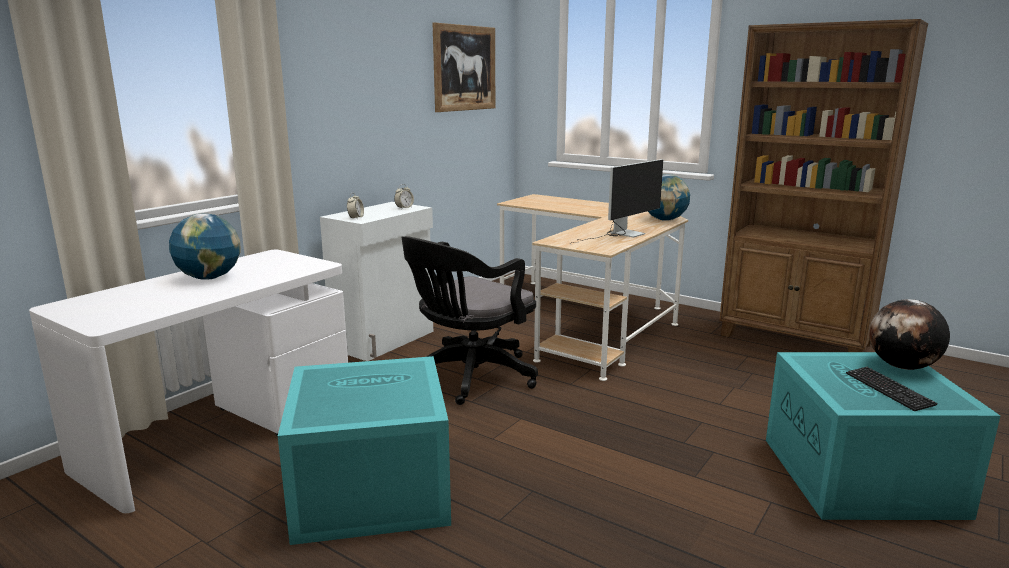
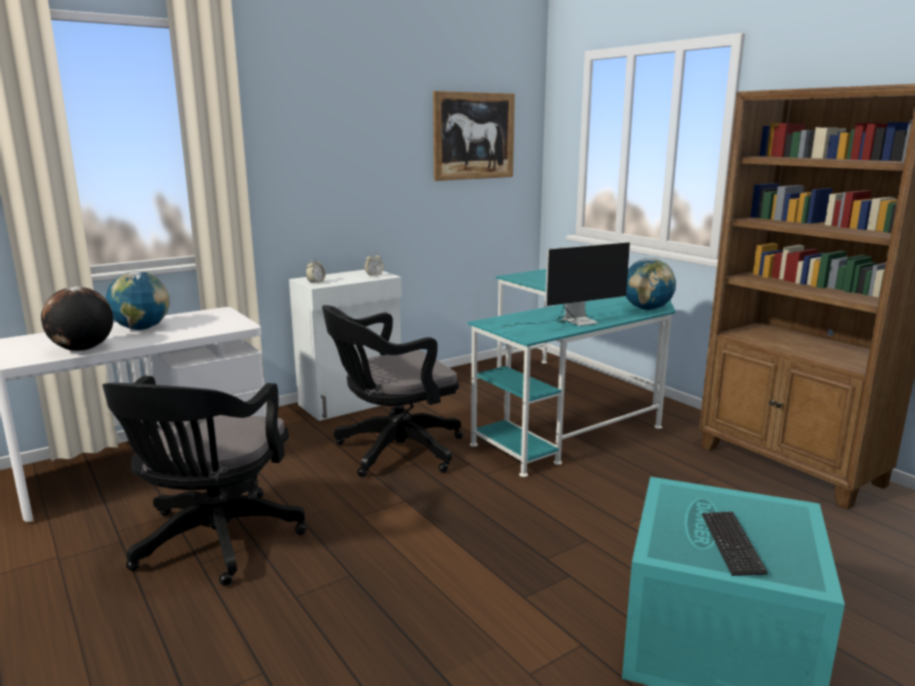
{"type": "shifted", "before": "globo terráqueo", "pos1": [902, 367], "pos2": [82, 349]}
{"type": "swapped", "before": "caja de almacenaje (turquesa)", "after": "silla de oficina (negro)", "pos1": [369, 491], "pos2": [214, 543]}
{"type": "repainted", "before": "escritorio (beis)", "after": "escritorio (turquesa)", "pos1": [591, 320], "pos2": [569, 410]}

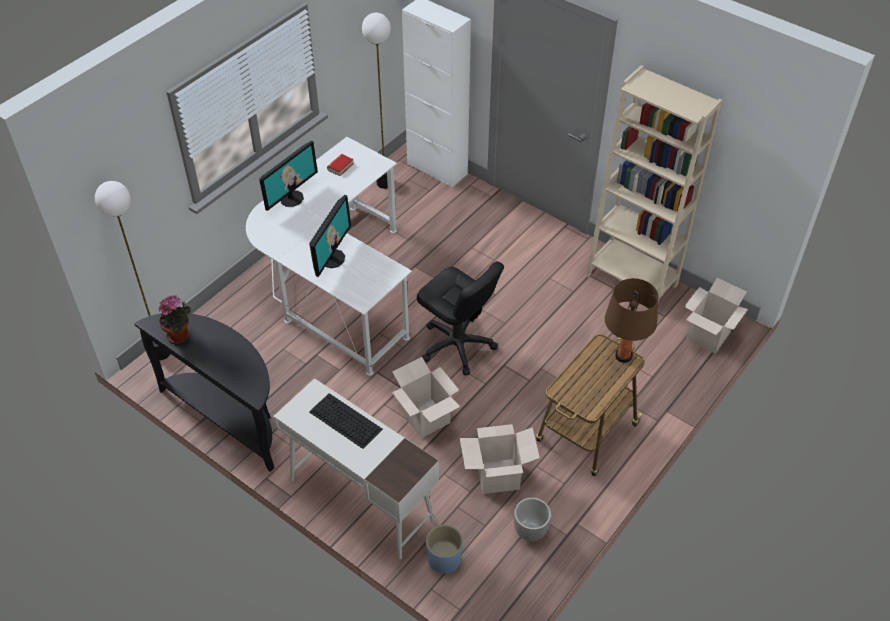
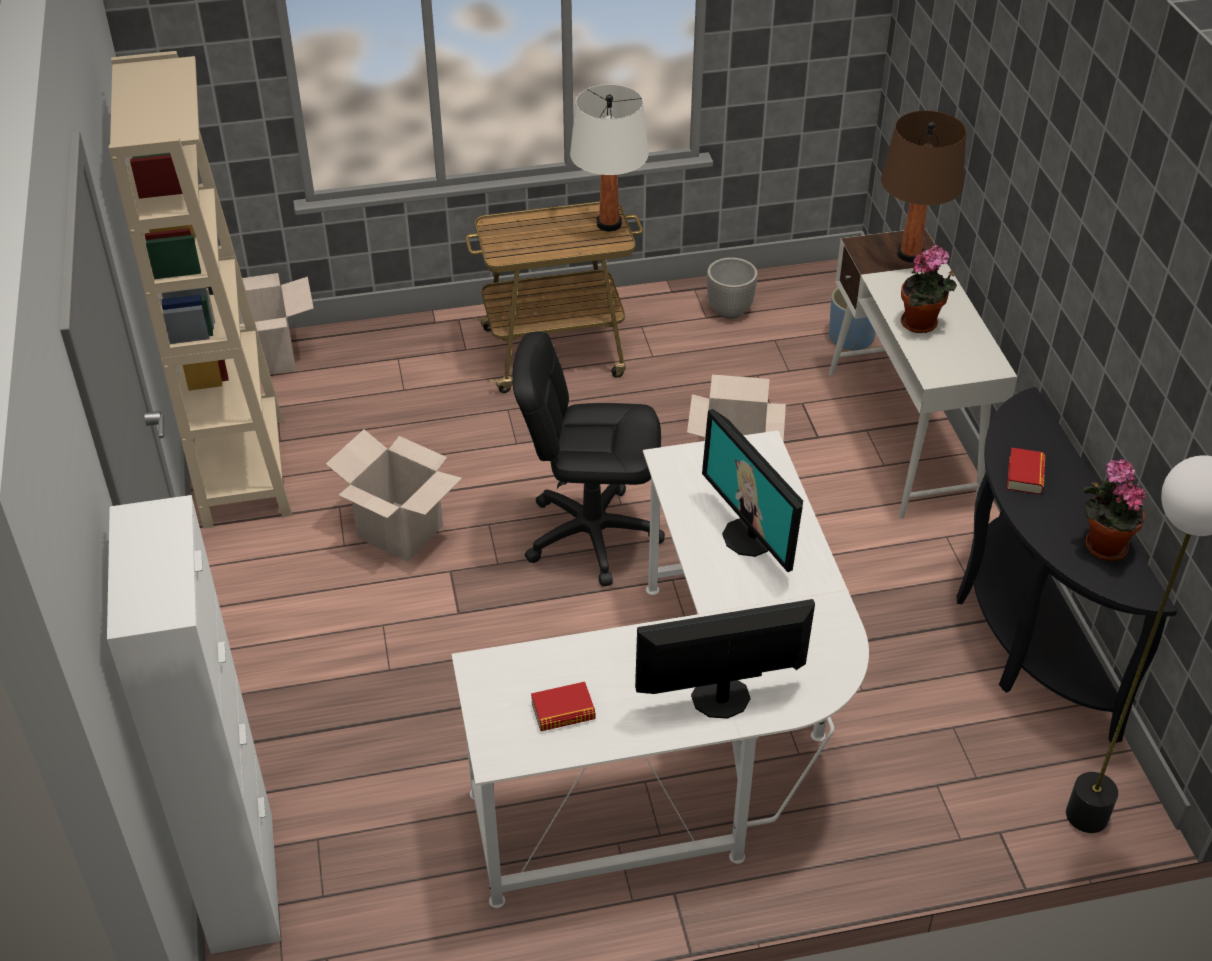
{"type": "shifted", "before": "caja de cartón", "pos1": [497, 476], "pos2": [400, 532]}
{"type": "rotated", "before": "silla de oficina (negro)", "pos1": [457, 345], "pos2": [591, 535], "turn": -75}
{"type": "new", "after": "lámpara de mesa (blanco)", "pos2": [609, 224]}
{"type": "rotated", "before": "monitor", "pos1": [332, 258], "pos2": [749, 537], "turn": -90}
{"type": "shifted", "before": "lámpara de mesa (marrón)", "pos1": [623, 356], "pos2": [910, 254]}
{"type": "swapped", "before": "teclado", "after": "planta en maceta", "pos1": [344, 420], "pos2": [922, 325]}
{"type": "new", "after": "libro", "pos2": [1025, 475]}
{"type": "gone", "before": "lámpara de pie", "pos1": [384, 183]}

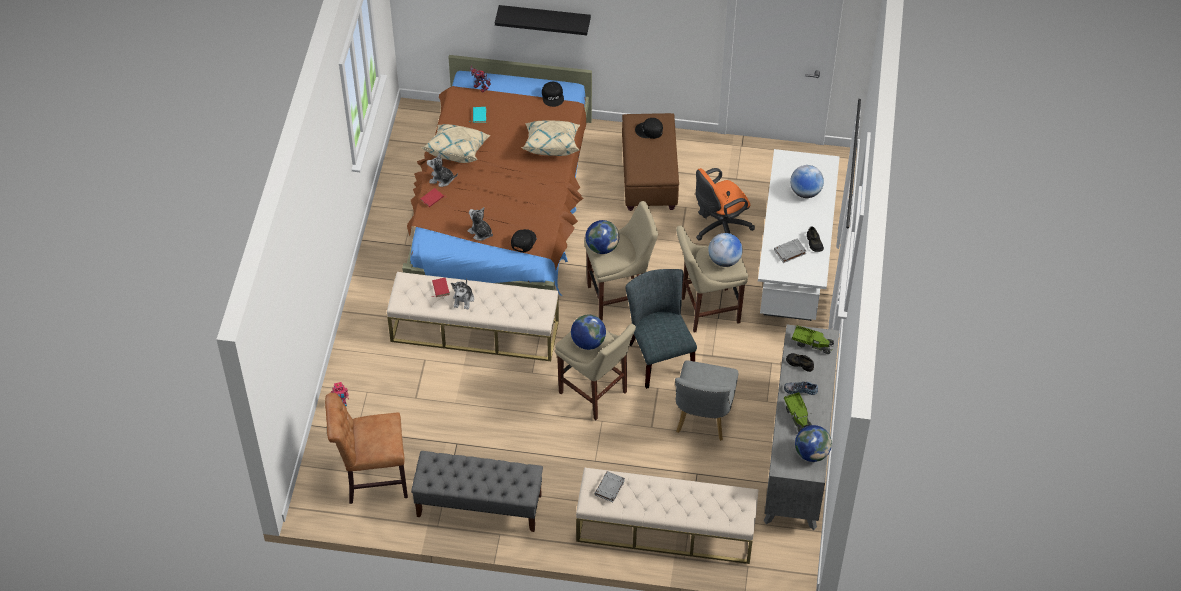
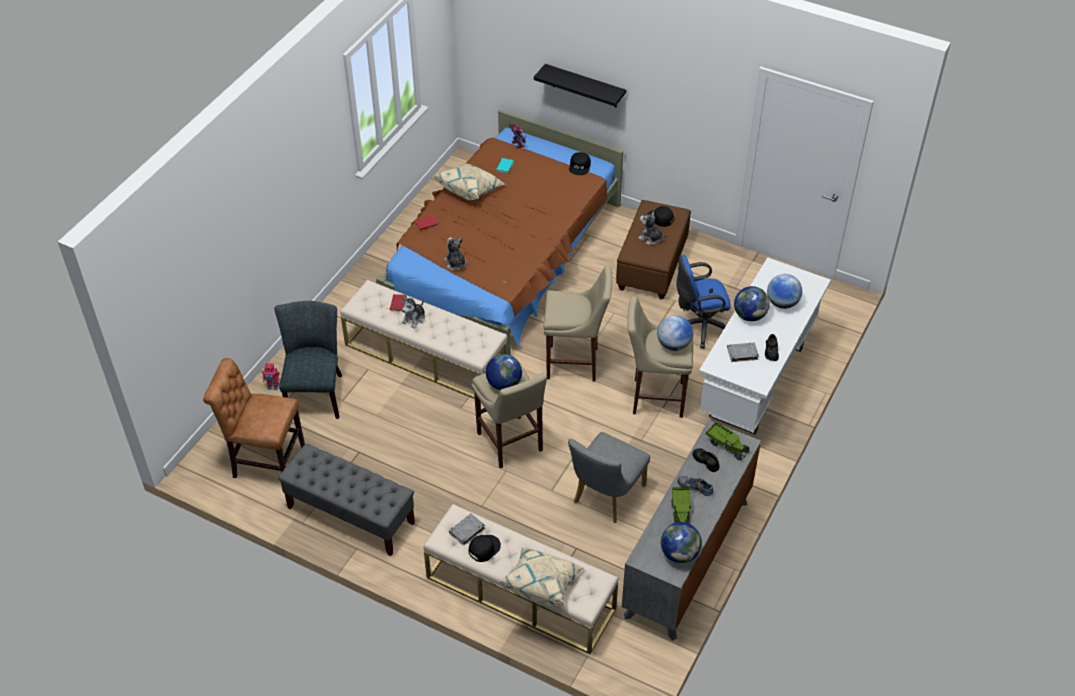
{"type": "shifted", "before": "silla (gris)", "pos1": [658, 355], "pos2": [315, 392]}
{"type": "shifted", "before": "gorra (negro)", "pos1": [523, 241], "pos2": [484, 548]}
{"type": "shifted", "before": "cojín (beis)", "pos1": [551, 144], "pos2": [542, 583]}
{"type": "shifted", "before": "peluche", "pos1": [441, 179], "pos2": [650, 238]}
{"type": "repainted", "before": "silla de oficina (naranja)", "after": "silla de oficina (azul)", "pos1": [719, 228], "pos2": [699, 327]}
{"type": "shifted", "before": "globo terráqueo", "pos1": [602, 247], "pos2": [749, 315]}

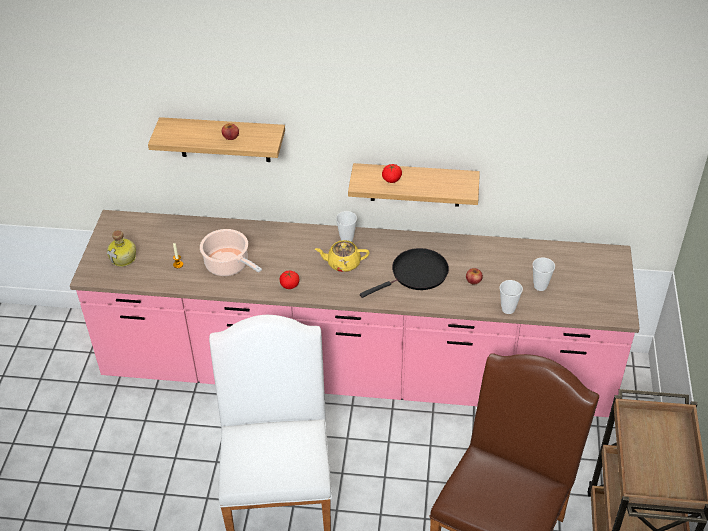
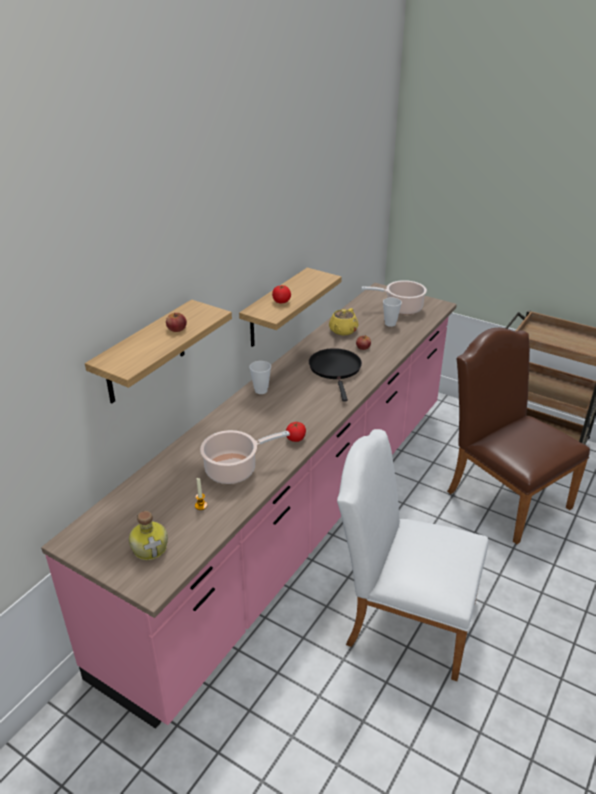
{"type": "shifted", "before": "tetera (amarillo)", "pos1": [343, 263], "pos2": [342, 331]}
{"type": "new", "after": "olla", "pos2": [401, 308]}
{"type": "gone", "before": "taza", "pos1": [508, 309]}

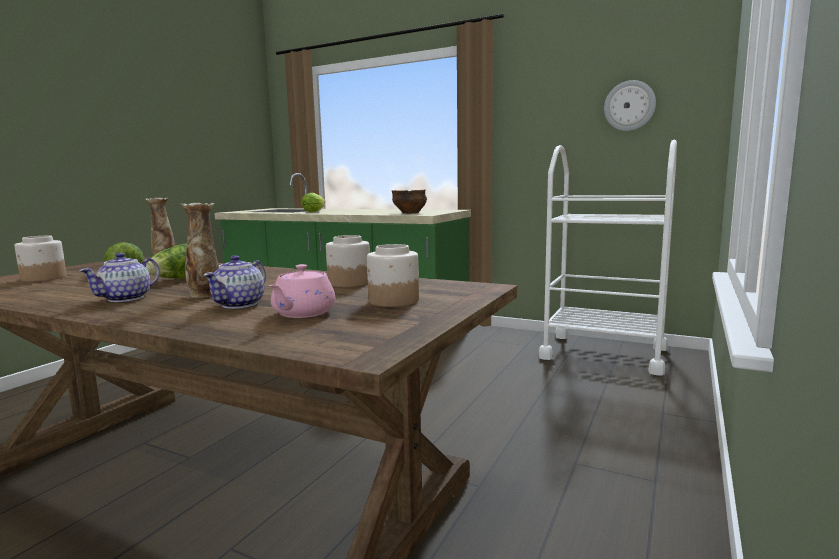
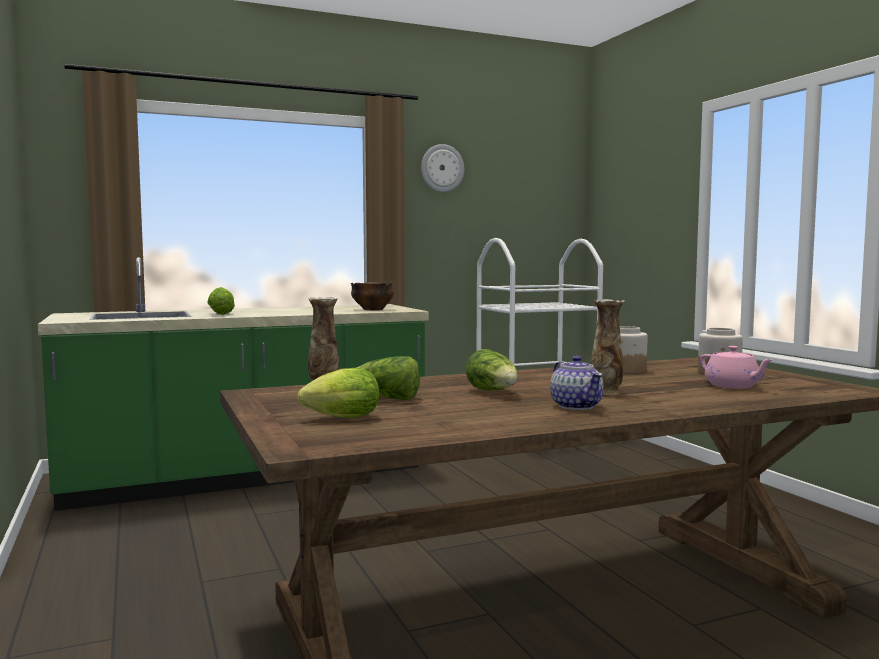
{"type": "swapped", "before": "tarro", "after": "lechuga", "pos1": [43, 278], "pos2": [338, 418]}
{"type": "shifted", "before": "reloj de pared", "pos1": [629, 106], "pos2": [442, 168]}
{"type": "gone", "before": "tetera", "pos1": [240, 304]}

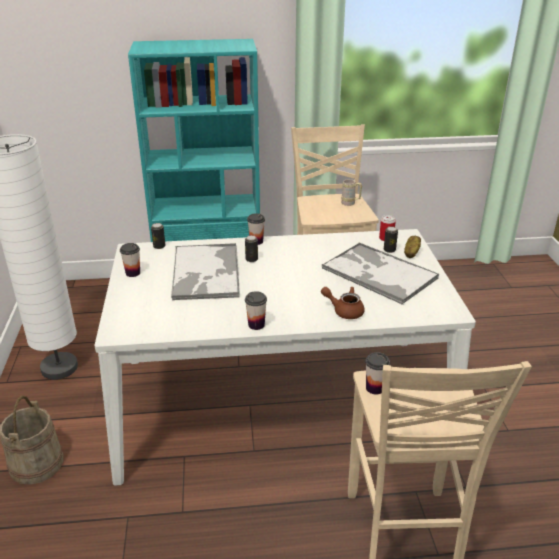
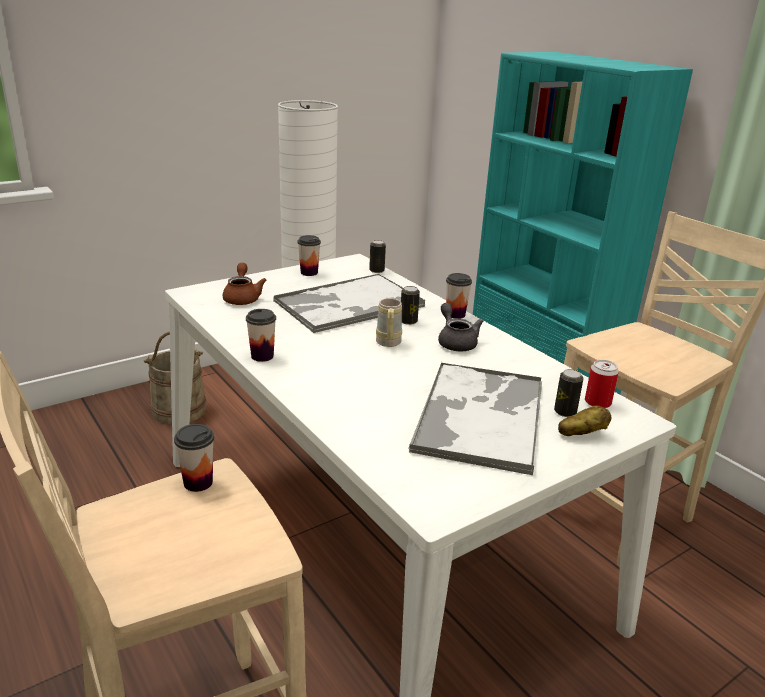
{"type": "shifted", "before": "tetera (marrón)", "pos1": [344, 311], "pos2": [242, 298]}
{"type": "shifted", "before": "taza grande (beis)", "pos1": [350, 203], "pos2": [388, 344]}
{"type": "new", "after": "tetera (gris)", "pos2": [456, 342]}

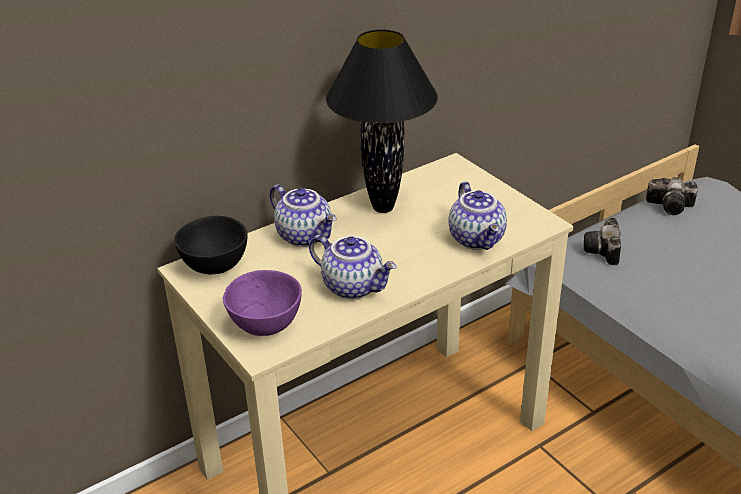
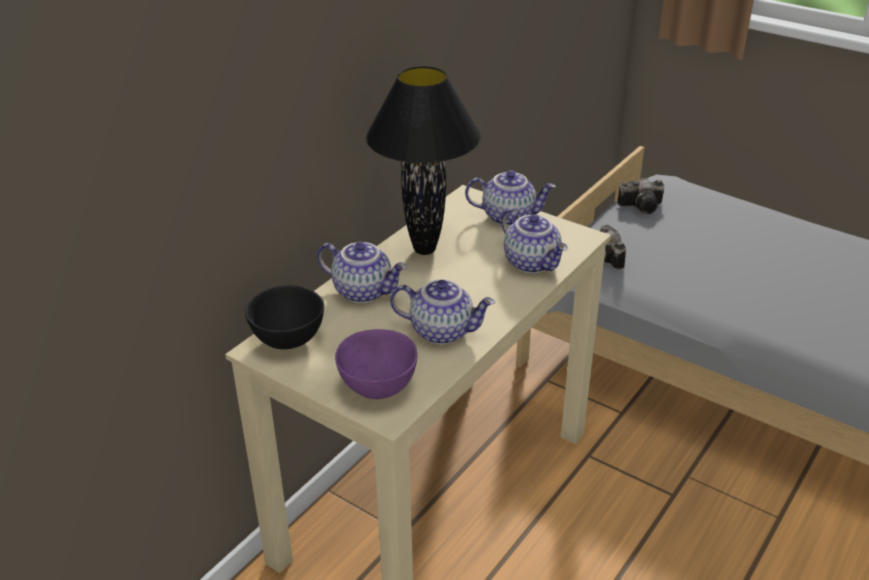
{"type": "new", "after": "tetera", "pos2": [509, 216]}

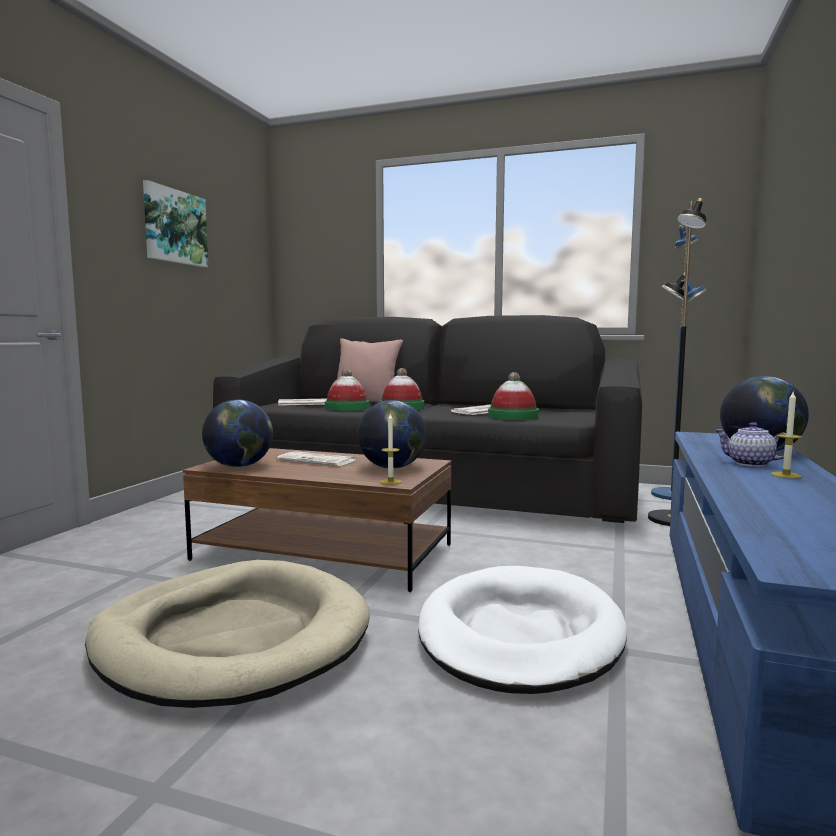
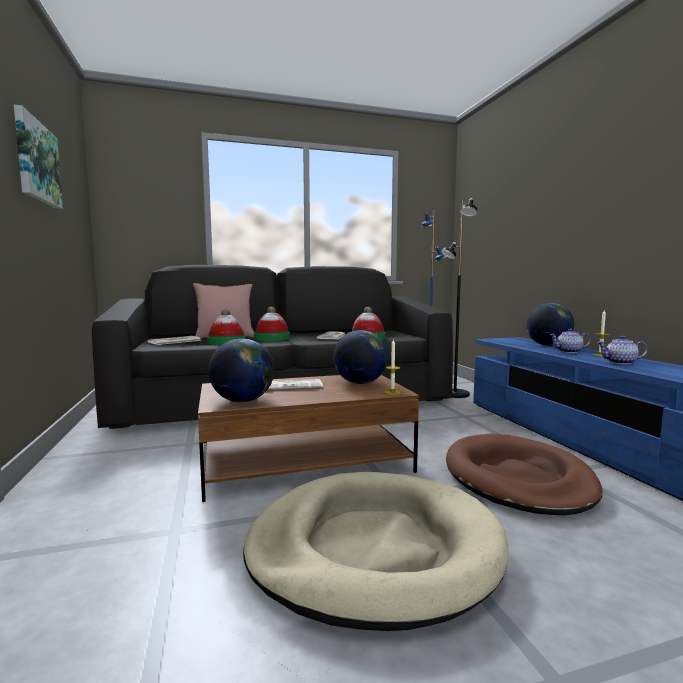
{"type": "repainted", "before": "cama para perro (blanco)", "after": "cama para perro (marrón)", "pos1": [519, 635], "pos2": [517, 478]}
{"type": "new", "after": "tetera", "pos2": [620, 363]}

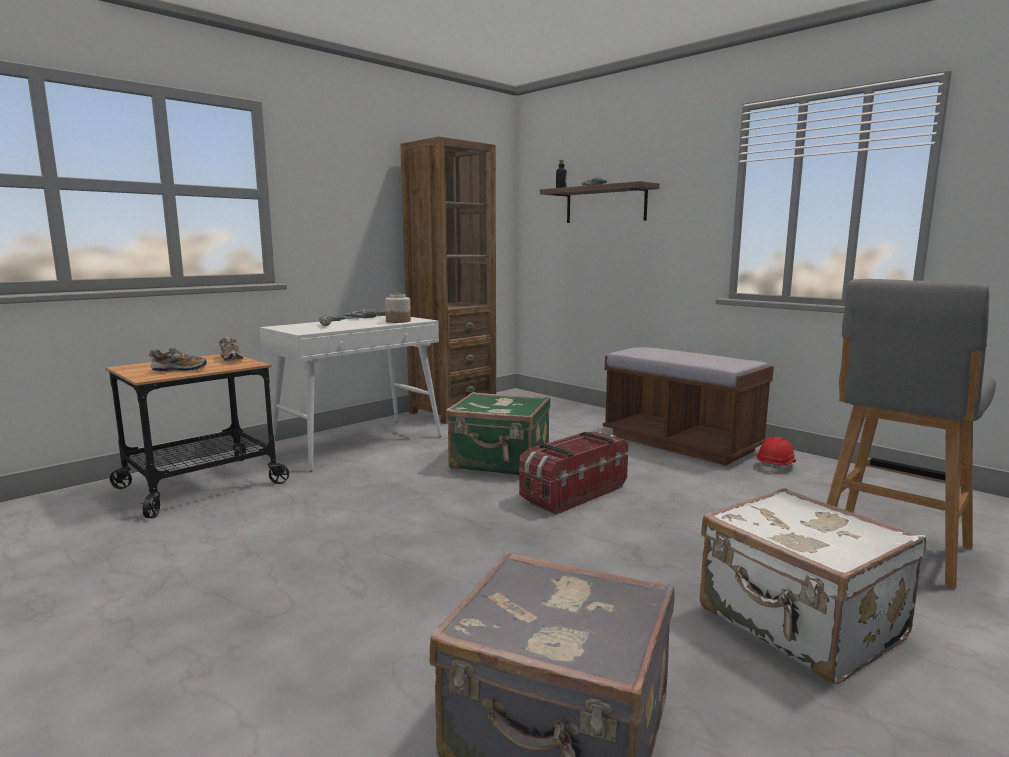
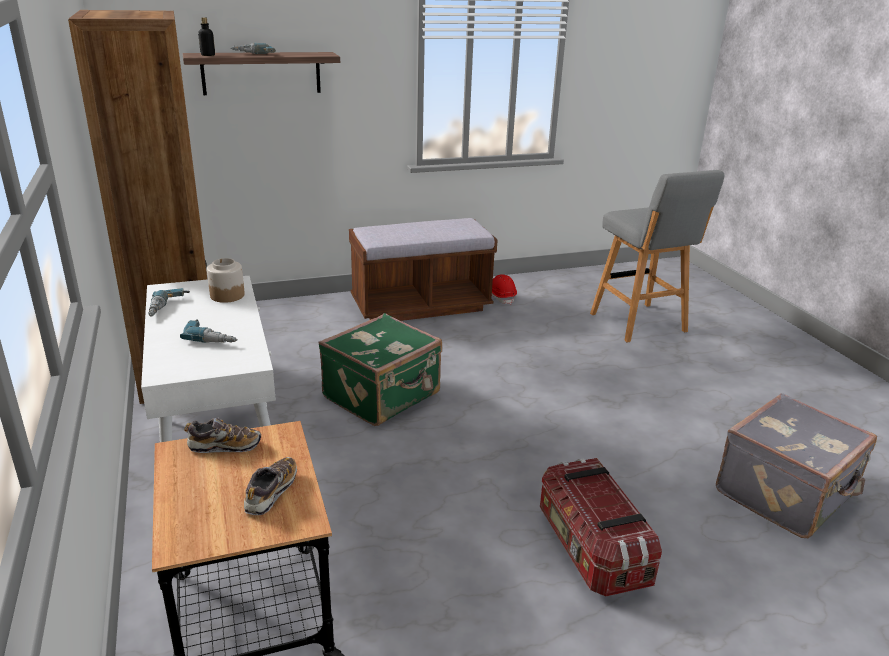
{"type": "shifted", "before": "caja de almacenaje", "pos1": [572, 493], "pos2": [590, 548]}
{"type": "gone", "before": "maleta (blanco)", "pos1": [799, 625]}

